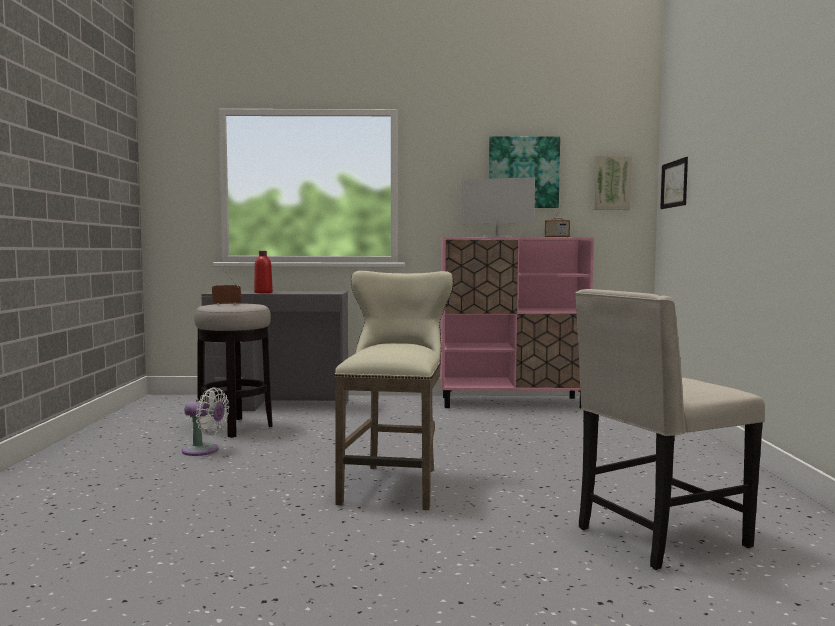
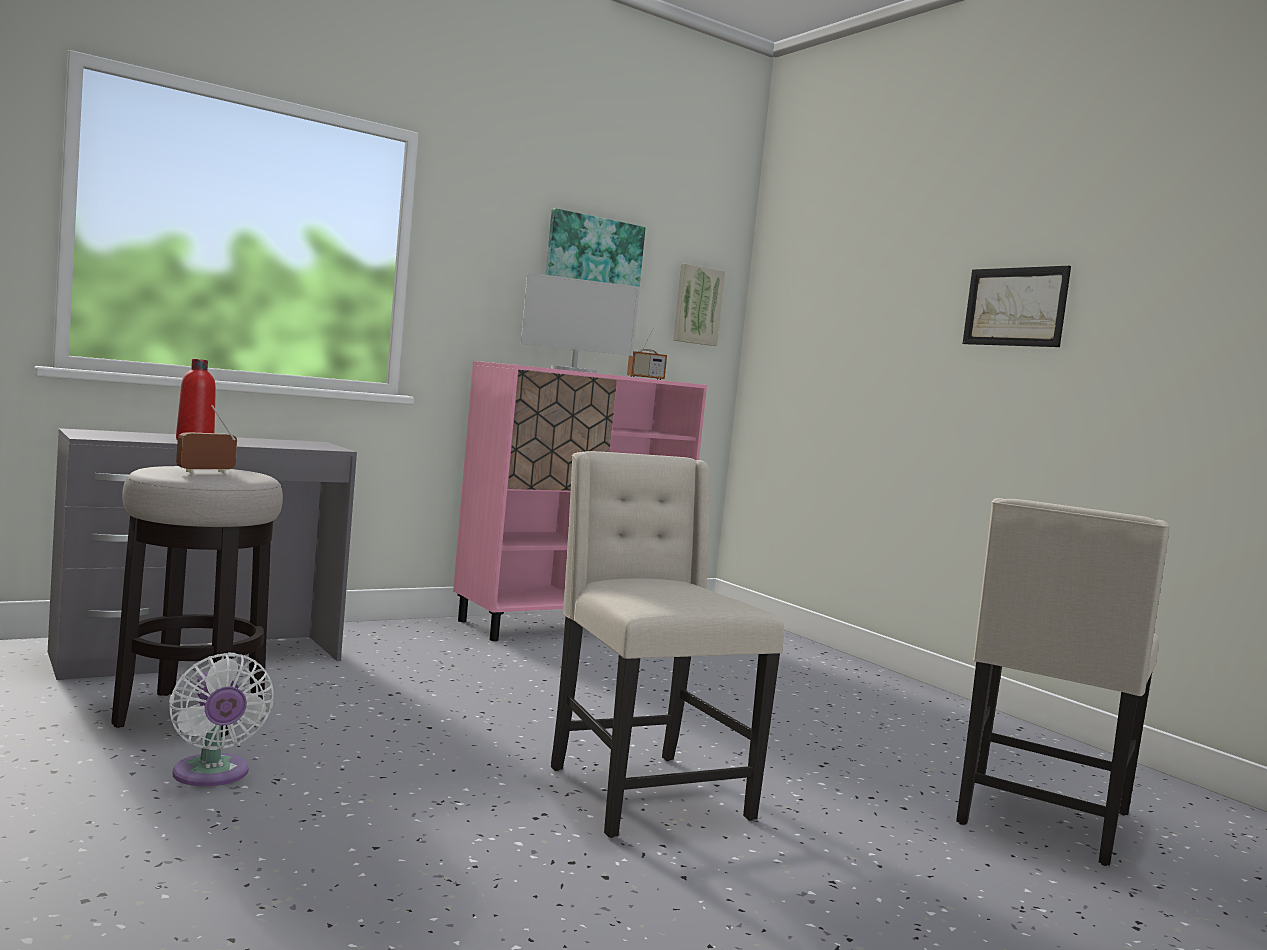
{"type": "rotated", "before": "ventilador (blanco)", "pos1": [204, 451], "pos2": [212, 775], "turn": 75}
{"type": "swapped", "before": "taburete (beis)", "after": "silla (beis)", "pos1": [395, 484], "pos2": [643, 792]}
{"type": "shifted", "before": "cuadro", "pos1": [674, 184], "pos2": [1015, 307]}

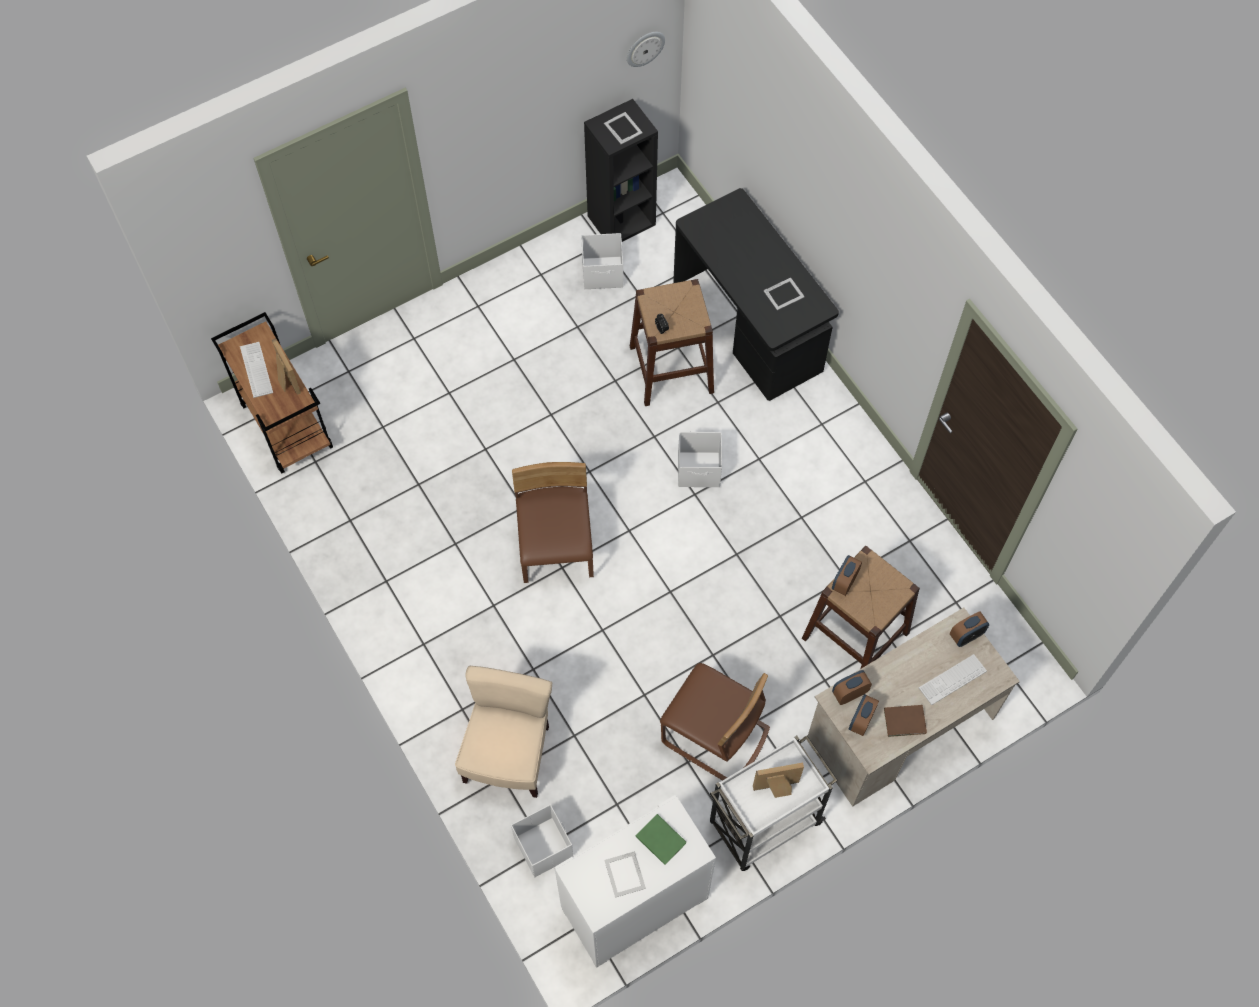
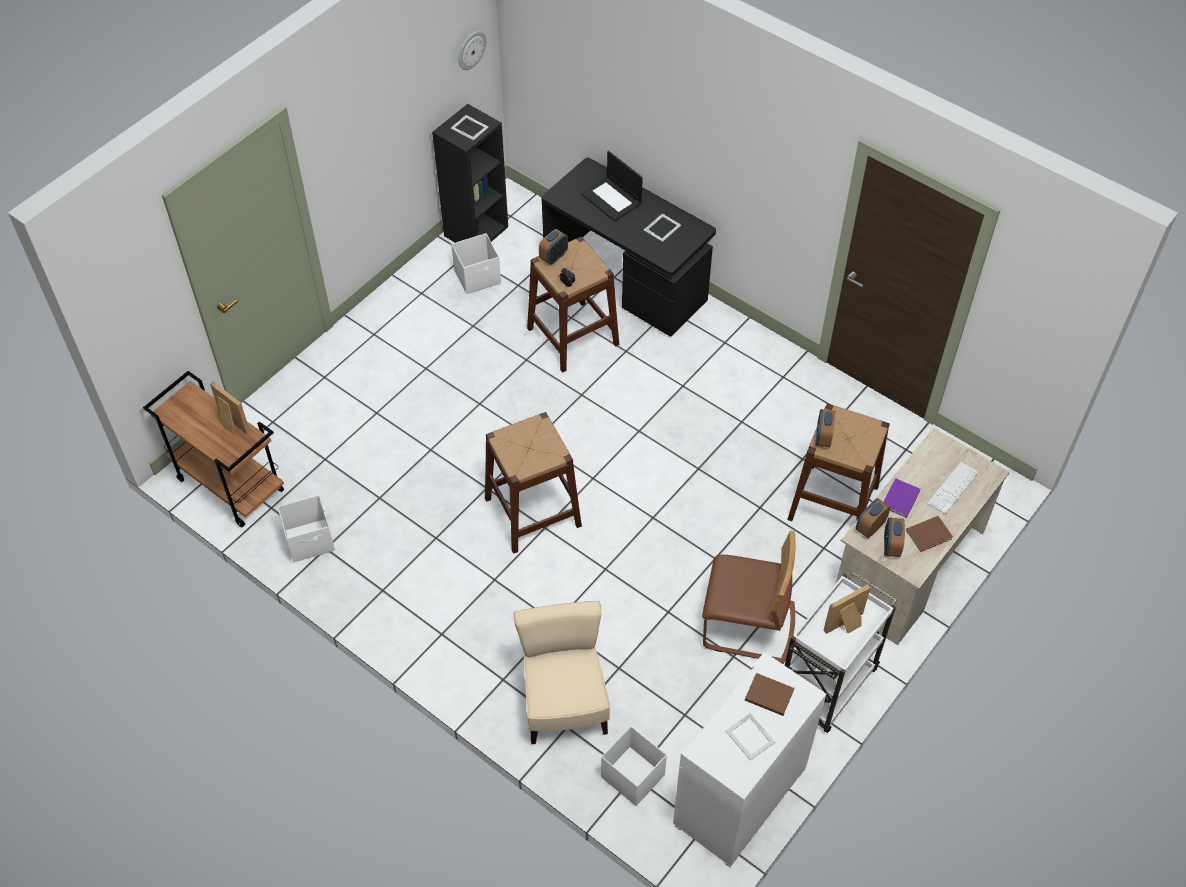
{"type": "shifted", "before": "caja de almacenaje (blanco)", "pos1": [699, 470], "pos2": [310, 541]}
{"type": "swapped", "before": "silla (marrón)", "after": "taburete (marrón)", "pos1": [557, 547], "pos2": [532, 511]}
{"type": "shifted", "before": "despertador", "pos1": [966, 636], "pos2": [553, 257]}
{"type": "new", "after": "portátil", "pos2": [612, 199]}
{"type": "repainted", "before": "libro (verde)", "after": "libro (marrón)", "pos1": [660, 838], "pos2": [768, 694]}
{"type": "new", "after": "libro (morado)", "pos2": [901, 498]}
{"type": "gone", "before": "teclado", "pos1": [256, 370]}

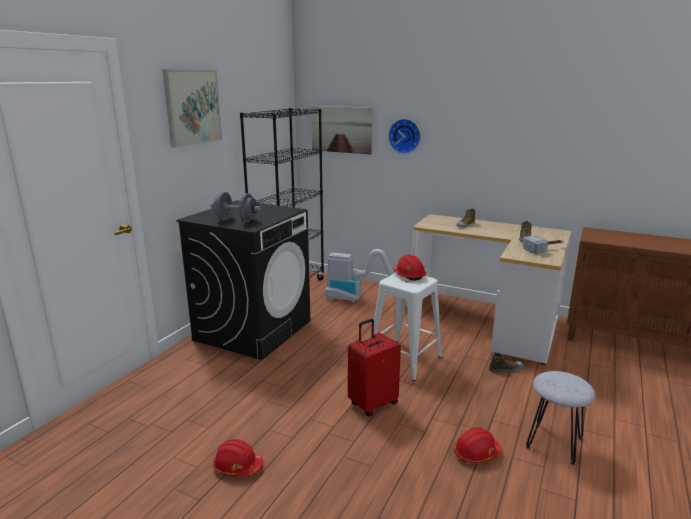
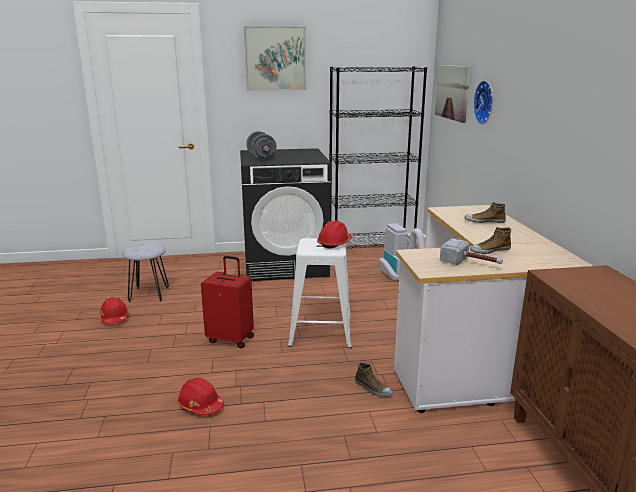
{"type": "shifted", "before": "taburete (gris)", "pos1": [554, 442], "pos2": [149, 294]}

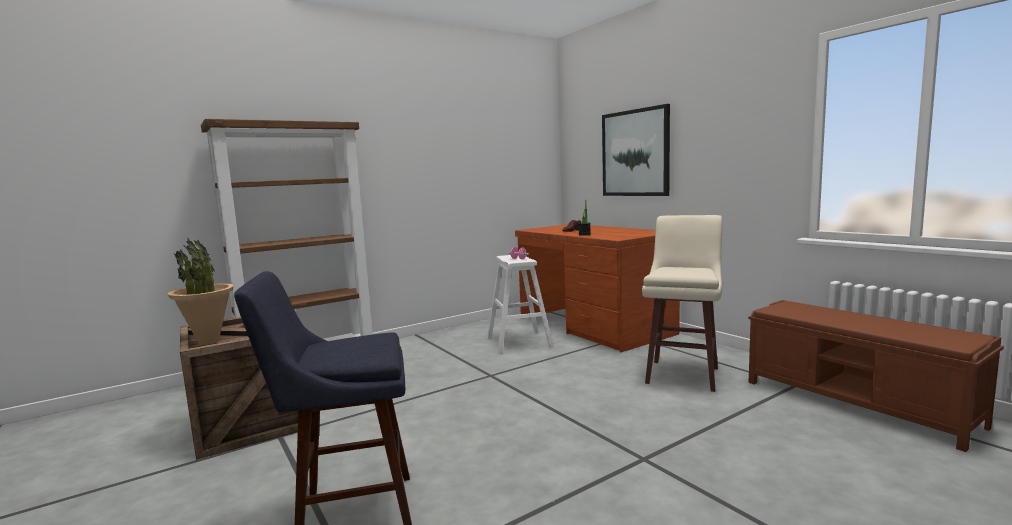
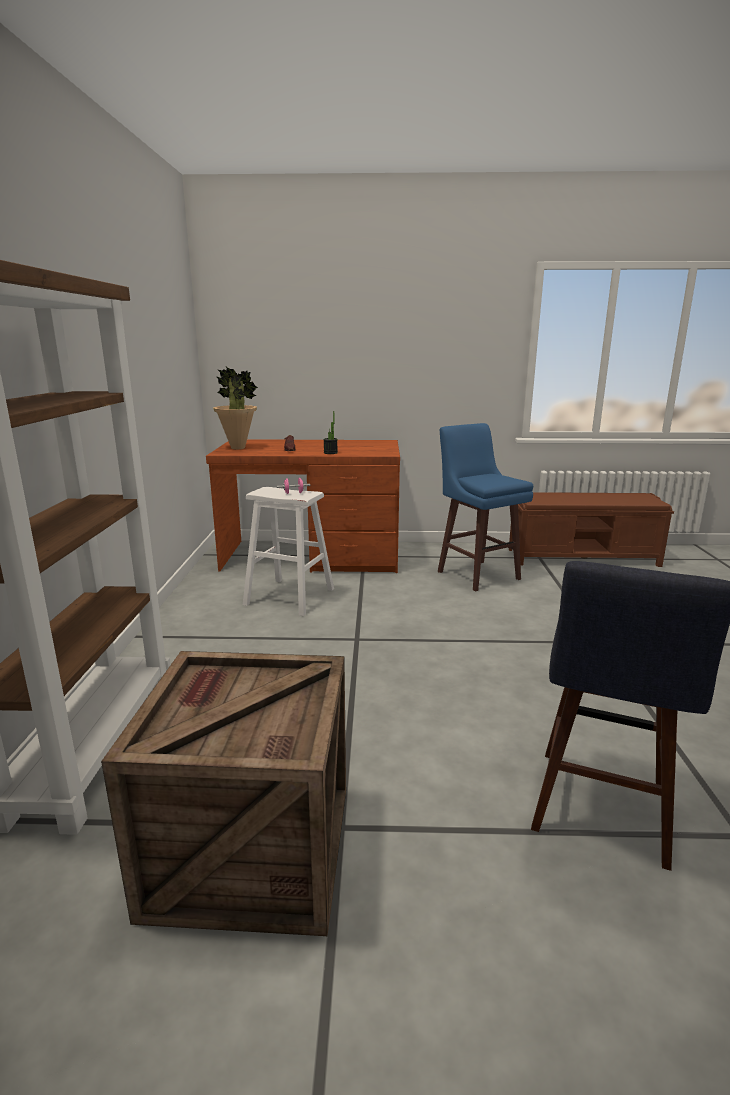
{"type": "shifted", "before": "planta en maceta", "pos1": [209, 341], "pos2": [238, 448]}
{"type": "repainted", "before": "taburete (beis)", "after": "taburete (azul)", "pos1": [683, 375], "pos2": [477, 574]}
{"type": "gone", "before": "cuadro", "pos1": [635, 153]}

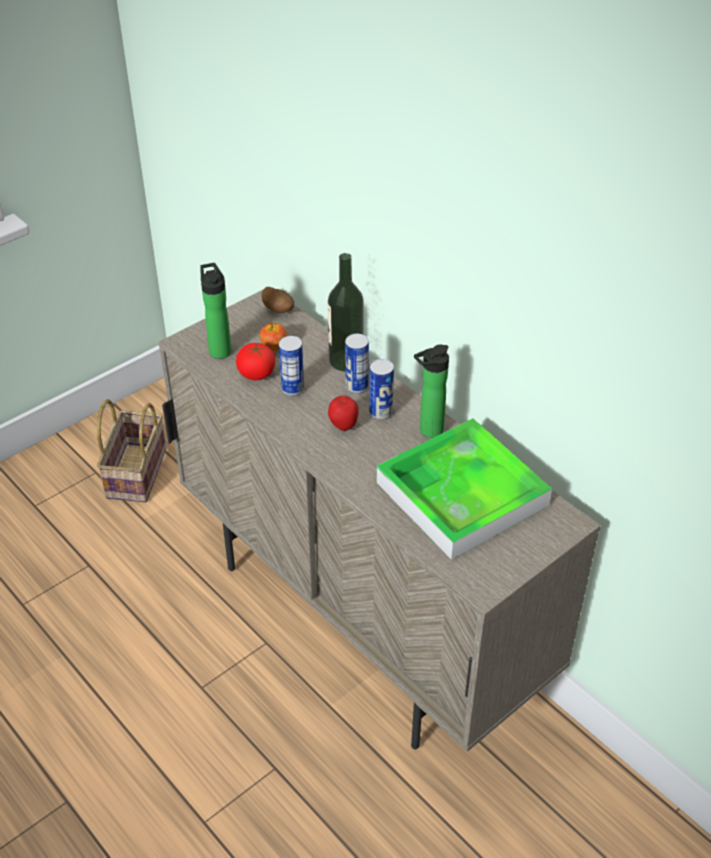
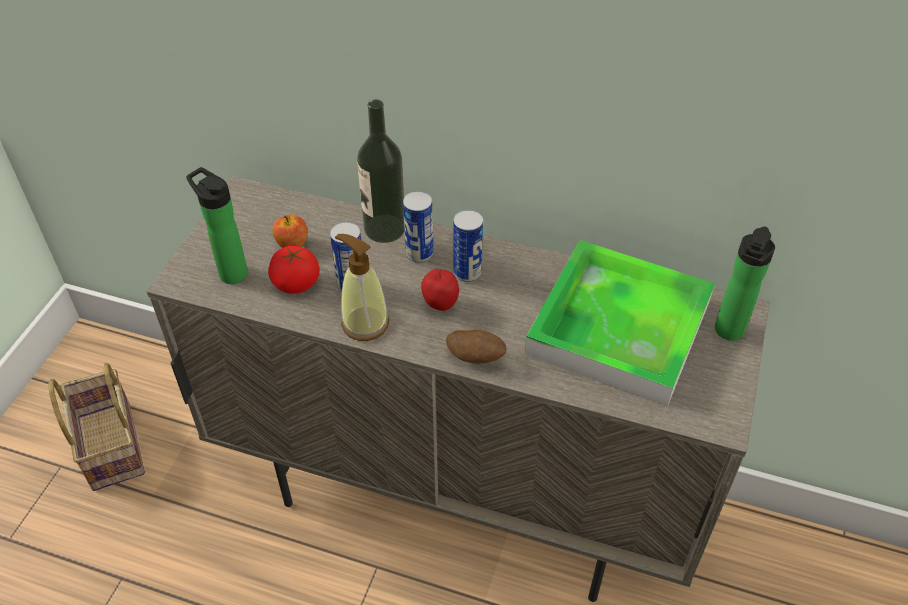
{"type": "new", "after": "dispensador de jabón", "pos2": [365, 323]}
{"type": "shifted", "before": "patata", "pos1": [278, 310], "pos2": [476, 357]}
{"type": "shifted", "before": "botella", "pos1": [428, 431], "pos2": [727, 333]}

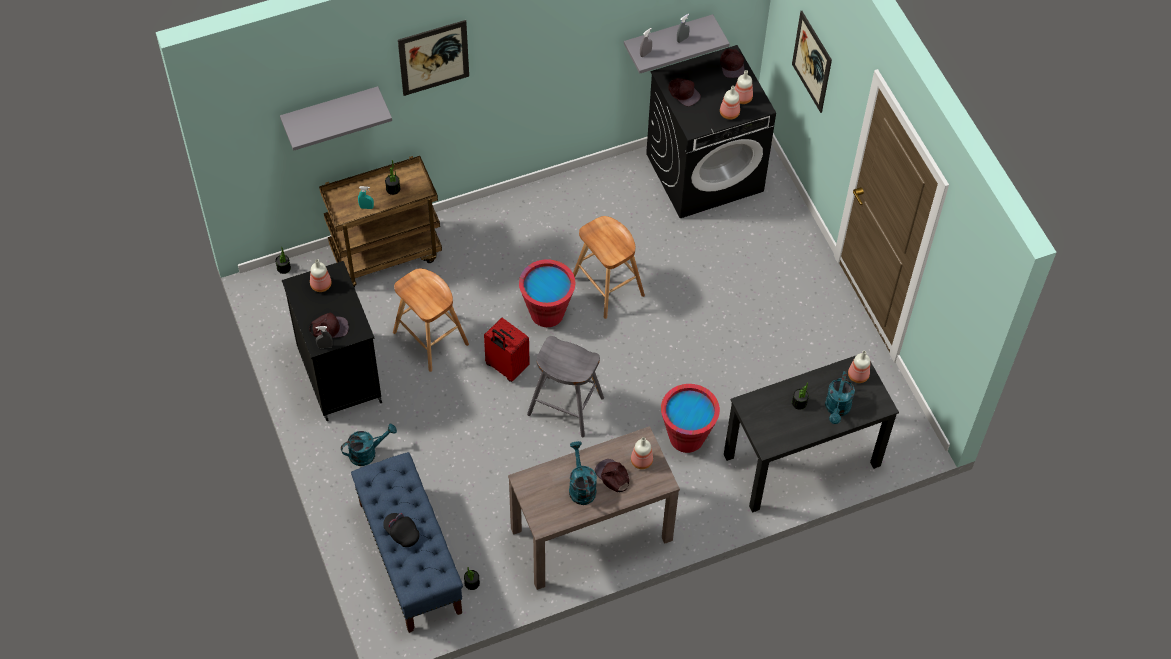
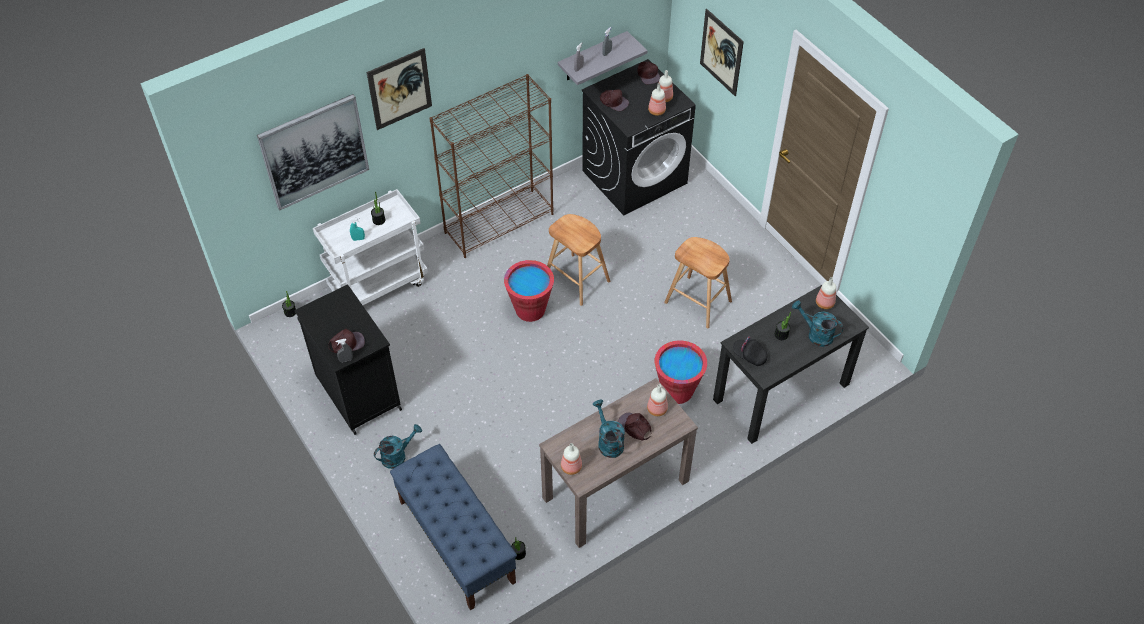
{"type": "swapped", "before": "estante (gris)", "after": "cuadro", "pos1": [330, 111], "pos2": [314, 151]}
{"type": "repainted", "before": "carrito (marrón)", "after": "carrito (blanco)", "pos1": [386, 253], "pos2": [379, 285]}
{"type": "new", "after": "estantería (marrón)", "pos2": [499, 223]}
{"type": "shifted", "before": "botella", "pos1": [320, 285], "pos2": [570, 467]}
{"type": "shifted", "before": "taburete (marrón)", "pos1": [430, 338], "pos2": [697, 302]}
{"type": "shifted", "before": "gorra (negro)", "pos1": [401, 533], "pos2": [749, 356]}
{"type": "rotated", "before": "regadera (turquesa)", "pos1": [837, 409], "pos2": [815, 334], "turn": 120}
{"type": "gone", "before": "maleta (rojo)", "pos1": [506, 367]}
{"type": "gone", "before": "taburete (gris)", "pos1": [566, 406]}

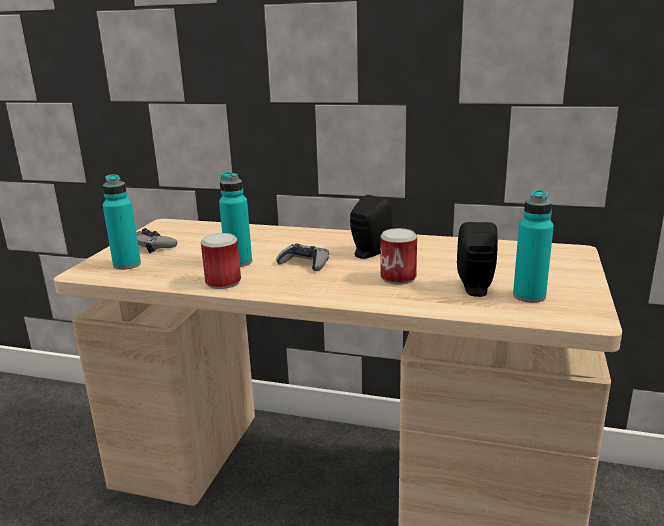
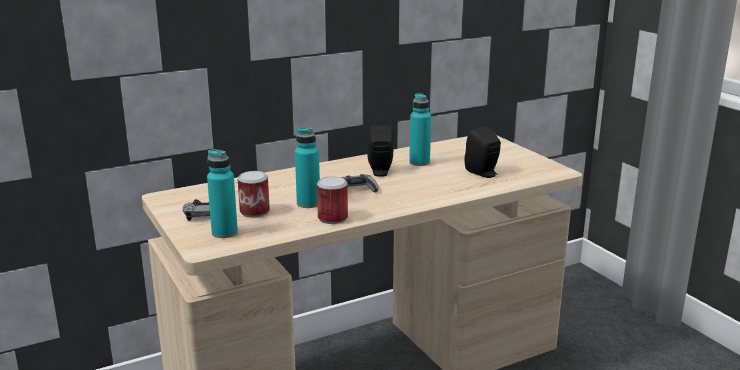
{"type": "shifted", "before": "lata", "pos1": [398, 278], "pos2": [254, 212]}
{"type": "shifted", "before": "botella (turquesa)", "pos1": [529, 296], "pos2": [419, 162]}

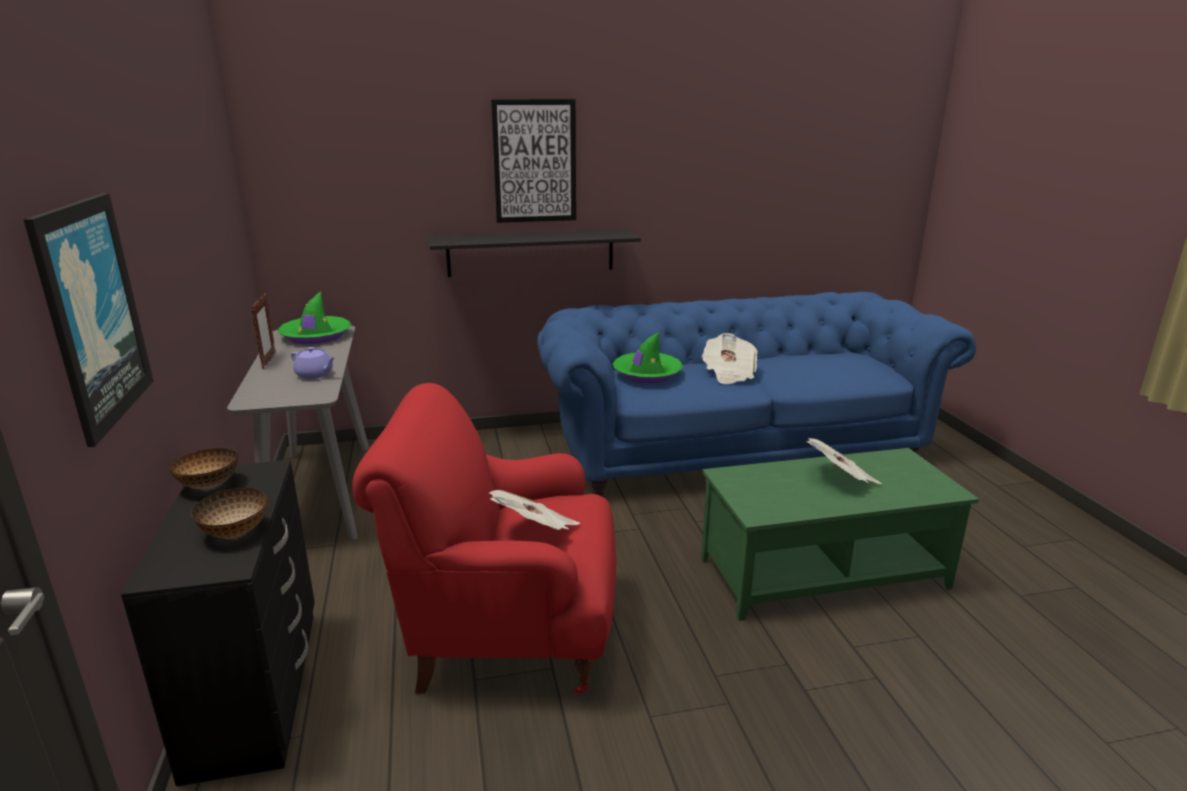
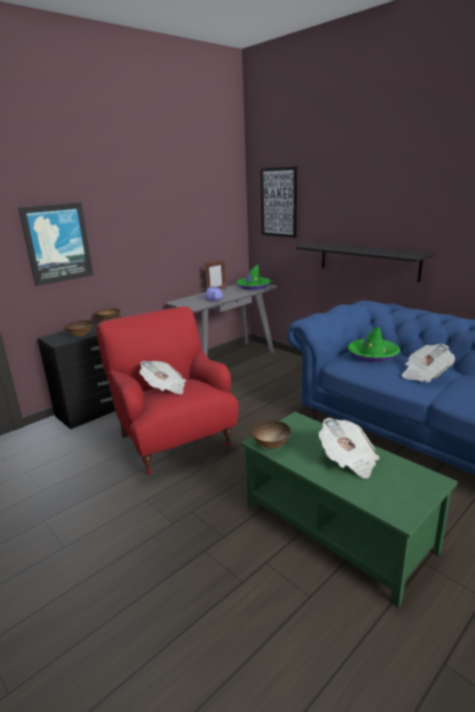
{"type": "new", "after": "cuenco", "pos2": [271, 445]}
{"type": "shifted", "before": "cuadro", "pos1": [534, 161], "pos2": [279, 202]}

